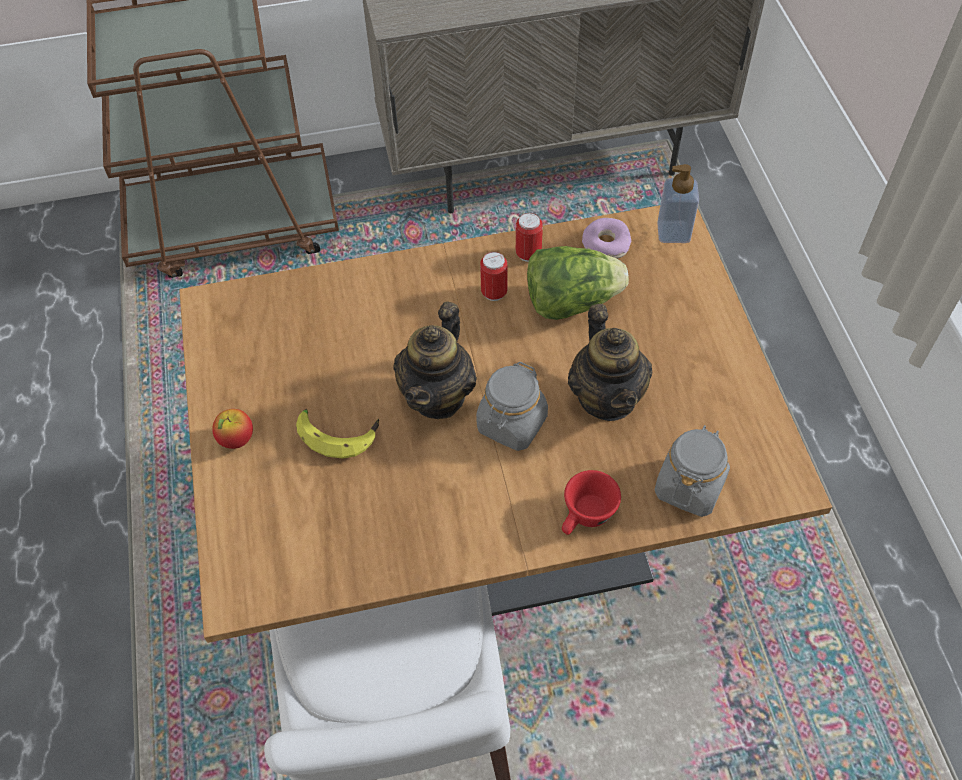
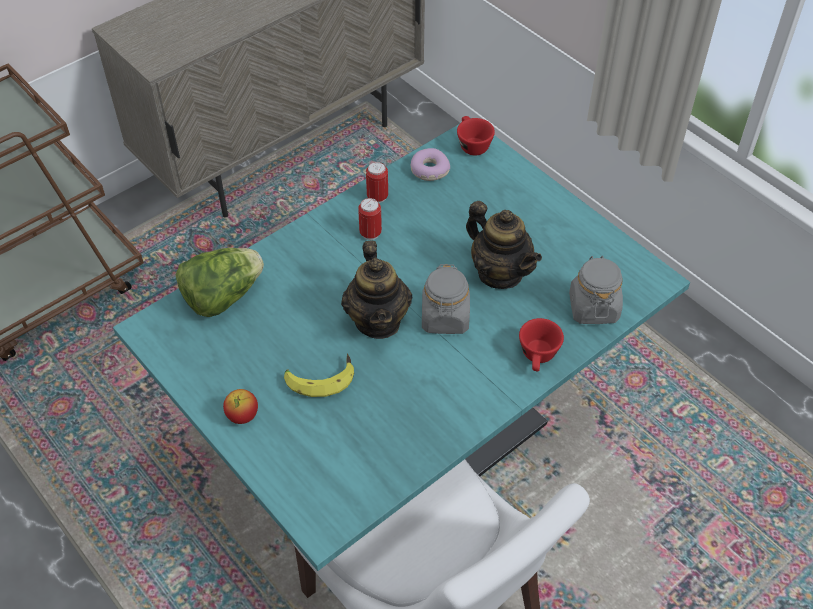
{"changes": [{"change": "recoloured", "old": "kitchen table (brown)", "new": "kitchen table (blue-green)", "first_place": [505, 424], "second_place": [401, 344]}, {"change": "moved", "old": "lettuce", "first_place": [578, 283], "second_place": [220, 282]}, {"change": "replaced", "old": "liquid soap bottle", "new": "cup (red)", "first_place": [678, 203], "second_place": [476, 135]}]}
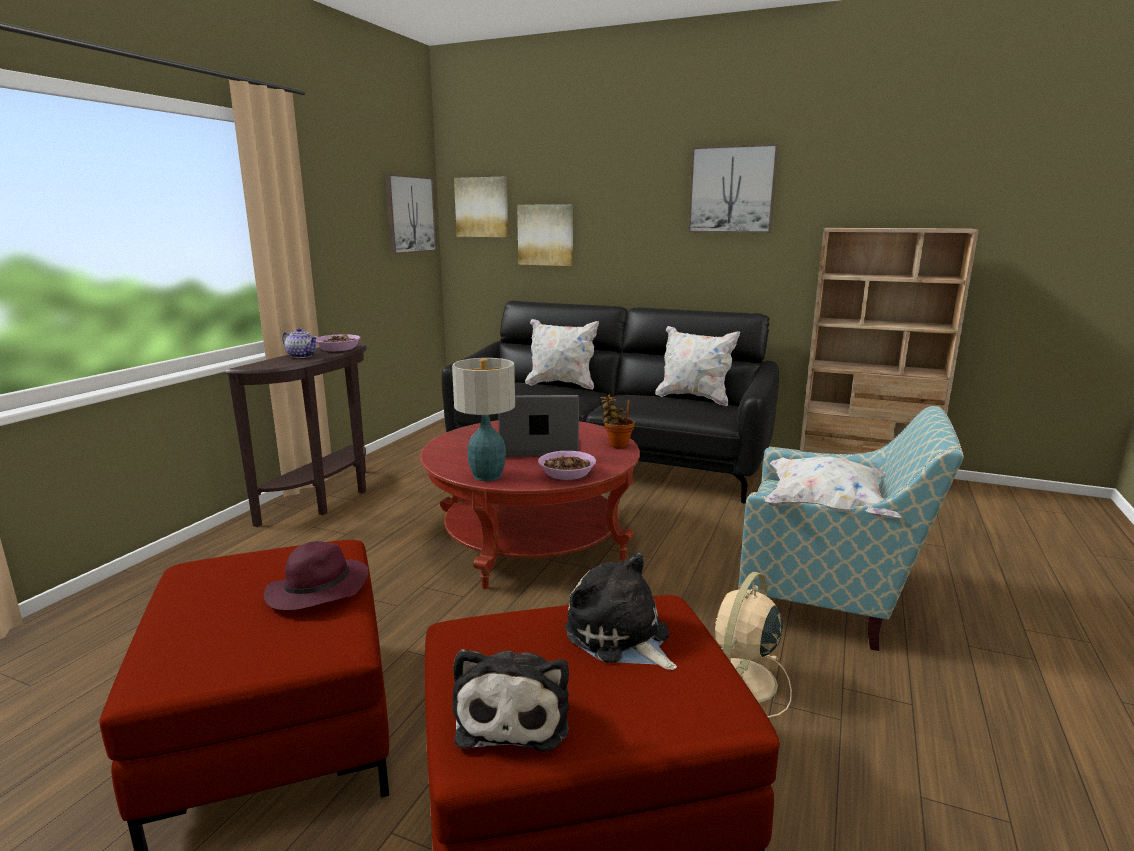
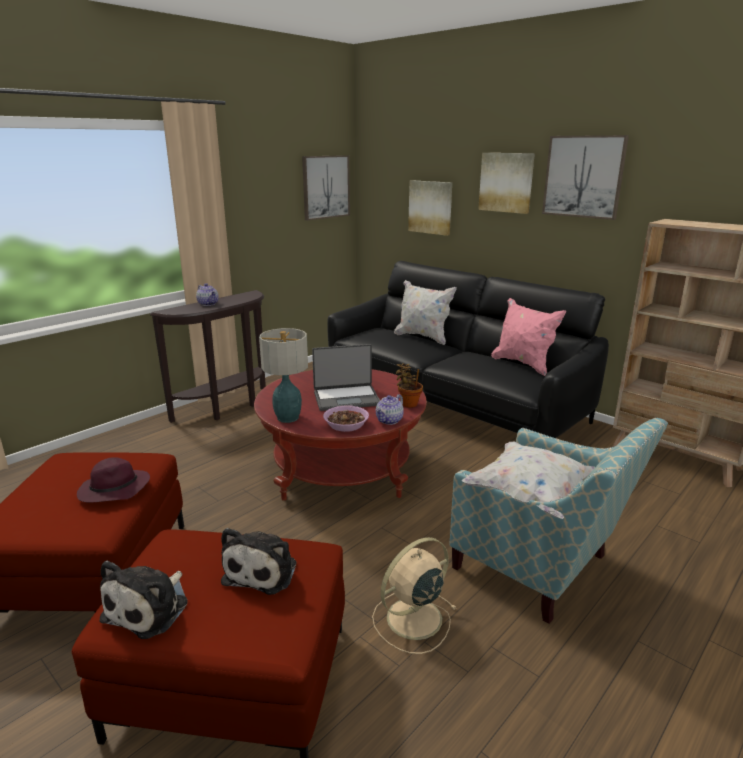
{"changes": [{"change": "removed", "old": "serving bowl", "first_place": [338, 343]}, {"change": "moved", "old": "wall art", "first_place": [481, 207], "second_place": [506, 183]}, {"change": "turned", "old": "portable computer", "first_place": [538, 426], "second_place": [346, 377], "degrees": 150}, {"change": "turned", "old": "soft toy", "first_place": [621, 611], "second_place": [258, 561], "degrees": -150}, {"change": "recoloured", "old": "pillow (white-coloured)", "new": "pillow (pink)", "first_place": [697, 366], "second_place": [528, 337]}, {"change": "added", "new": "teapot", "second_place": [390, 409]}]}
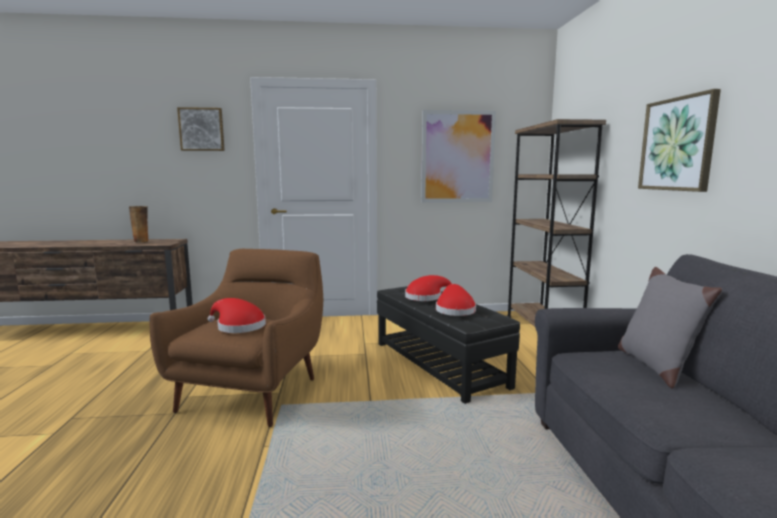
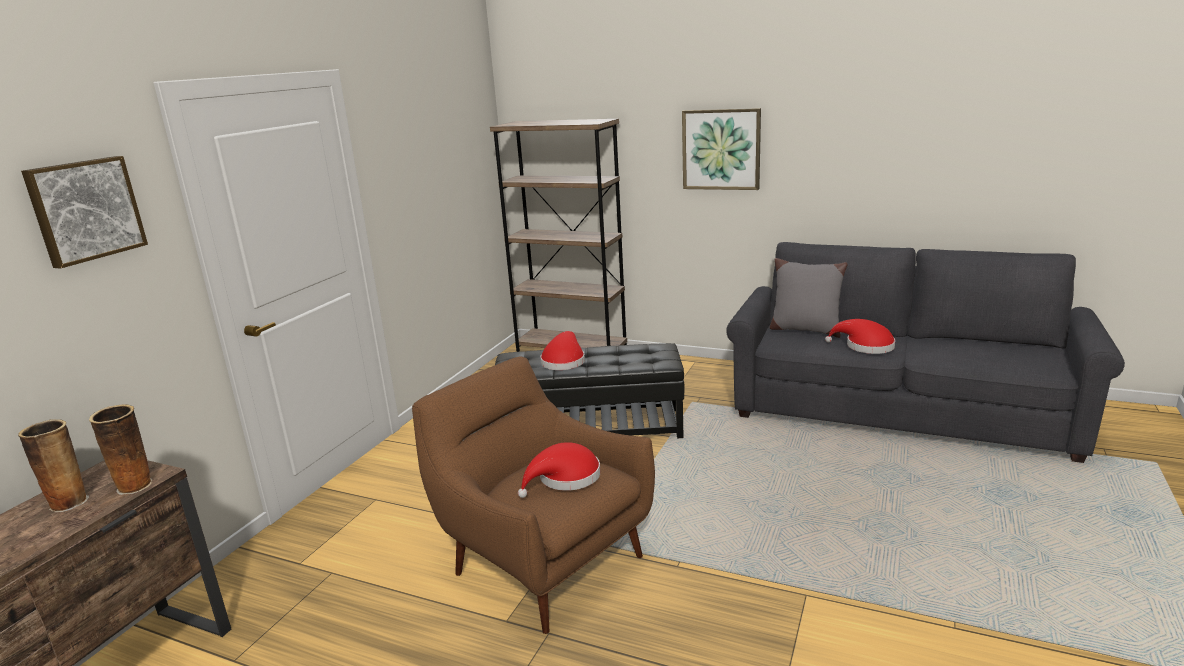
{"changes": [{"change": "removed", "old": "wall art", "first_place": [458, 156]}, {"change": "moved", "old": "hat (red)", "first_place": [456, 300], "second_place": [860, 336]}, {"change": "added", "new": "flower vase", "second_place": [120, 449]}]}
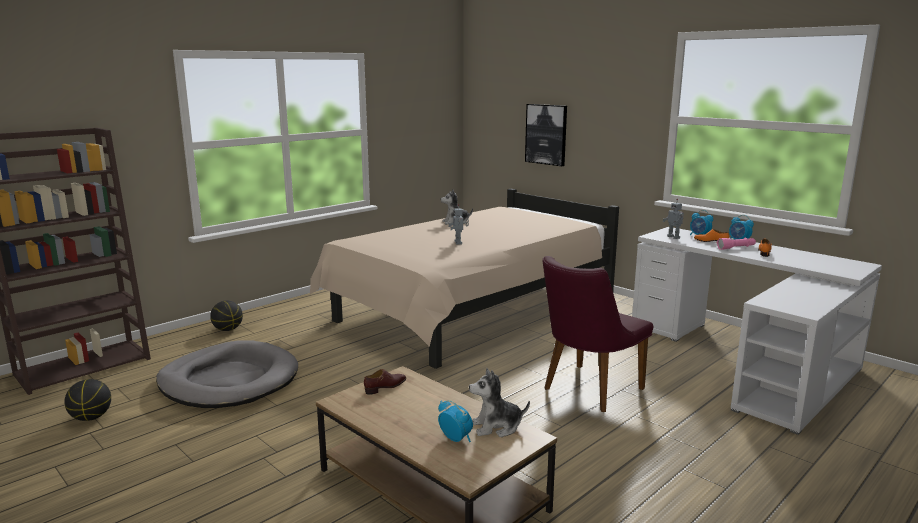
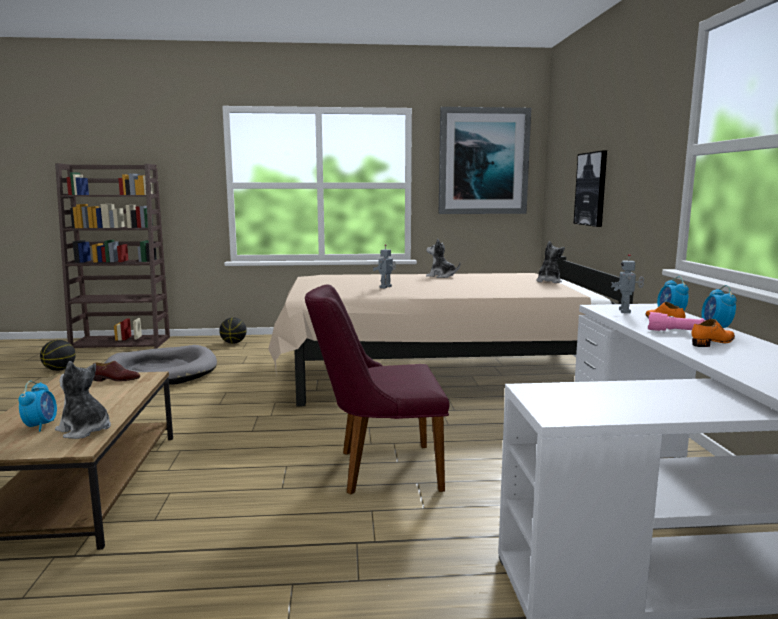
{"changes": [{"change": "added", "new": "wall art", "second_place": [485, 160]}, {"change": "added", "new": "soft toy", "second_place": [550, 262]}]}
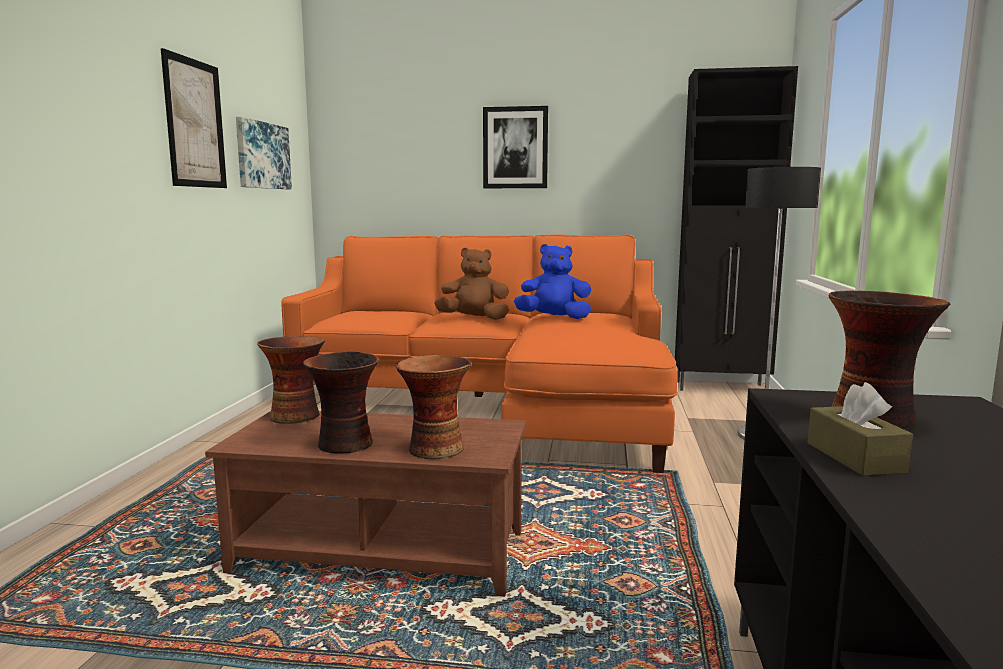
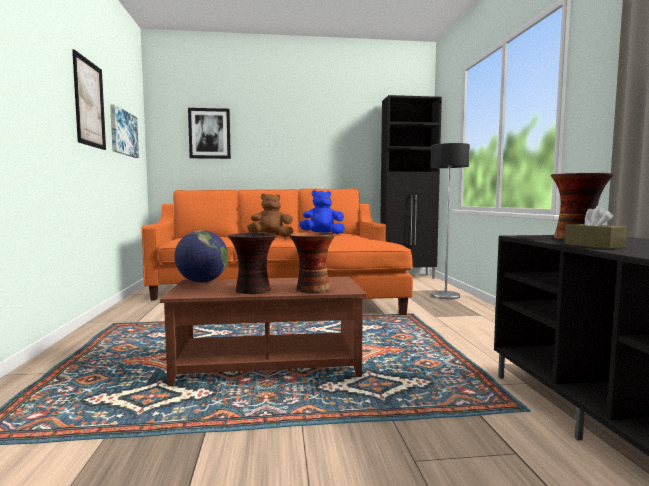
{"changes": [{"change": "replaced", "old": "flower vase", "new": "desk globe", "first_place": [291, 380], "second_place": [201, 256]}, {"change": "moved", "old": "wall art", "first_place": [515, 147], "second_place": [209, 133]}]}
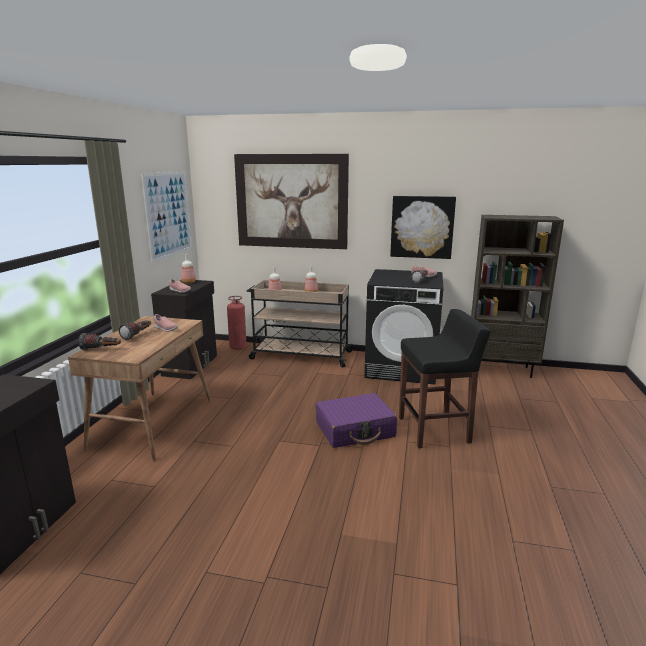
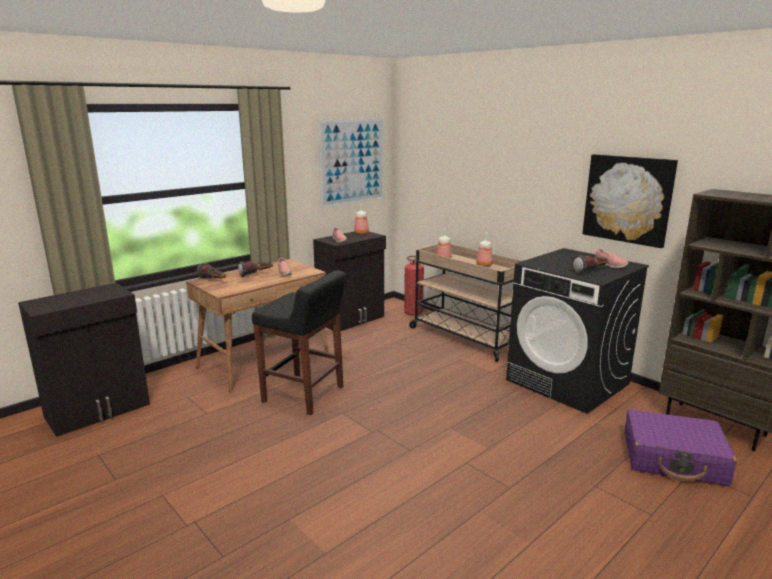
{"changes": [{"change": "removed", "old": "wall art", "first_place": [291, 201]}, {"change": "moved", "old": "travel case (purplish)", "first_place": [356, 420], "second_place": [680, 447]}, {"change": "moved", "old": "stool (blackish)", "first_place": [445, 378], "second_place": [299, 342]}]}
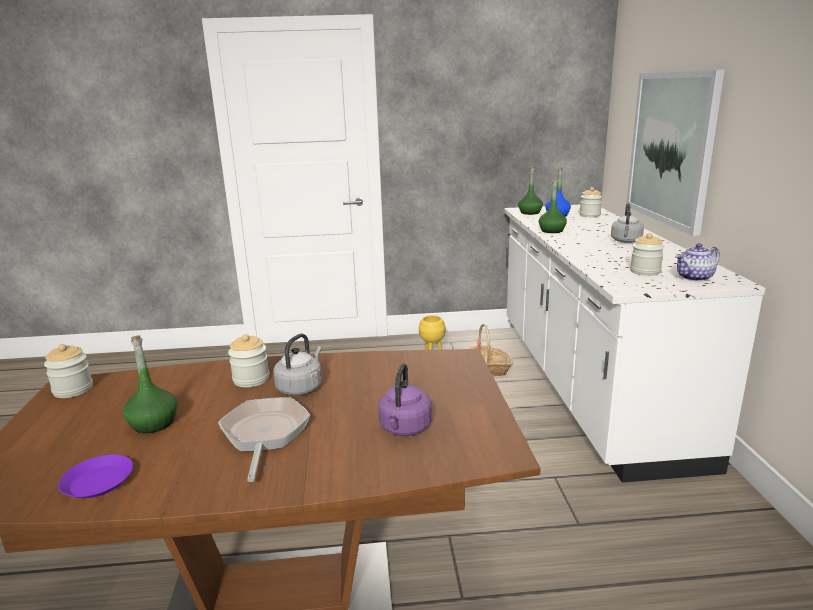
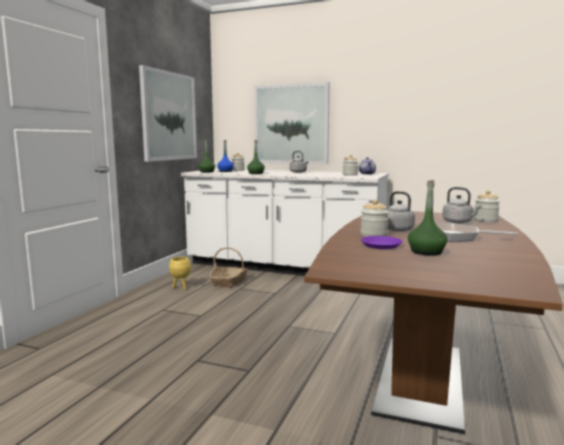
{"changes": [{"change": "moved", "old": "jar", "first_place": [68, 371], "second_place": [487, 206]}, {"change": "moved", "old": "dinner plate (purplish)", "first_place": [95, 476], "second_place": [382, 242]}, {"change": "recoloured", "old": "kettle (purplish)", "new": "kettle (greyish)", "first_place": [405, 399], "second_place": [462, 205]}, {"change": "added", "new": "wall art", "second_place": [168, 113]}]}
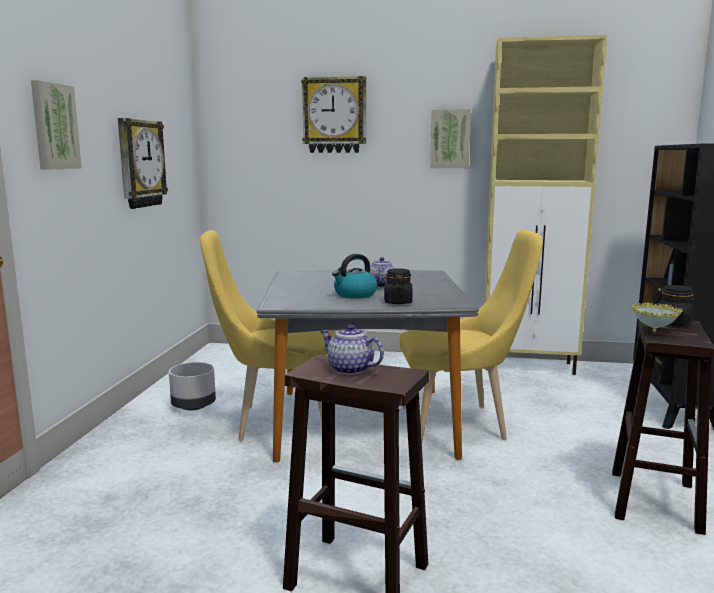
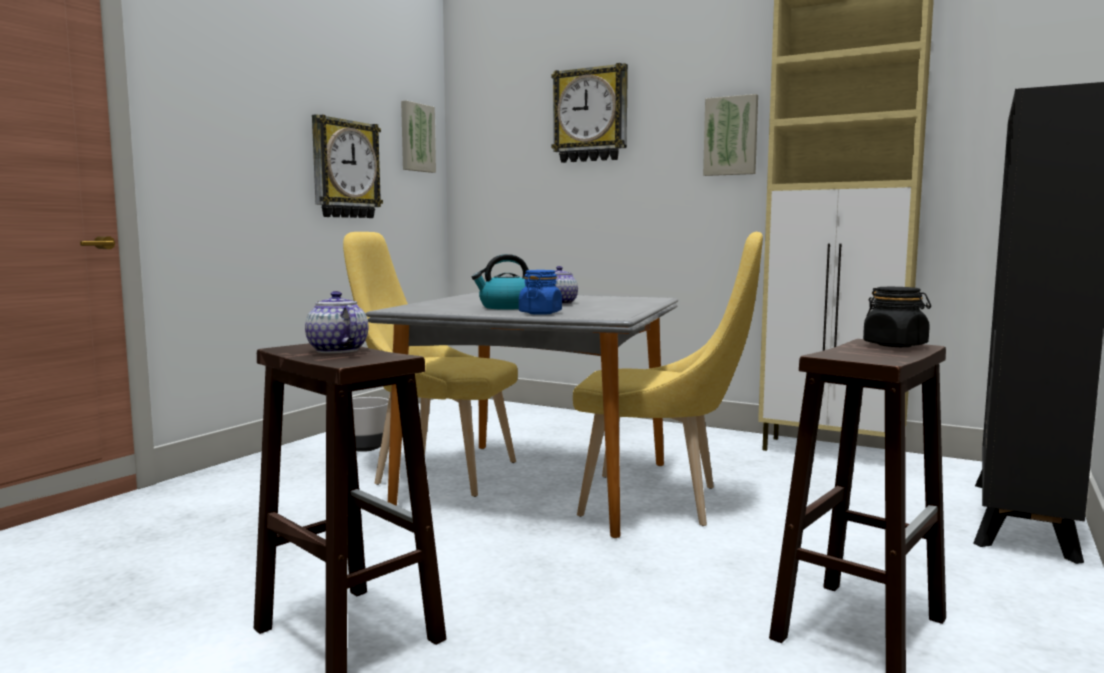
{"changes": [{"change": "moved", "old": "wall art", "first_place": [56, 125], "second_place": [418, 136]}, {"change": "recoloured", "old": "jar (blackish)", "new": "jar (bluish)", "first_place": [398, 286], "second_place": [540, 292]}, {"change": "removed", "old": "serving bowl", "first_place": [657, 317]}]}
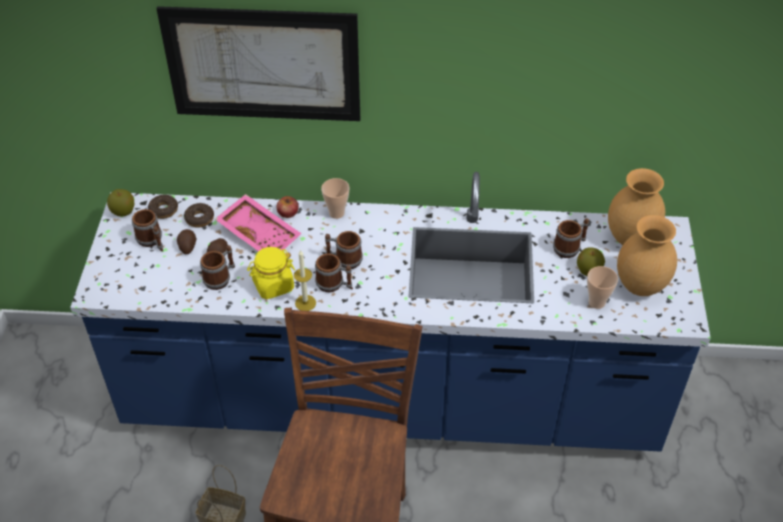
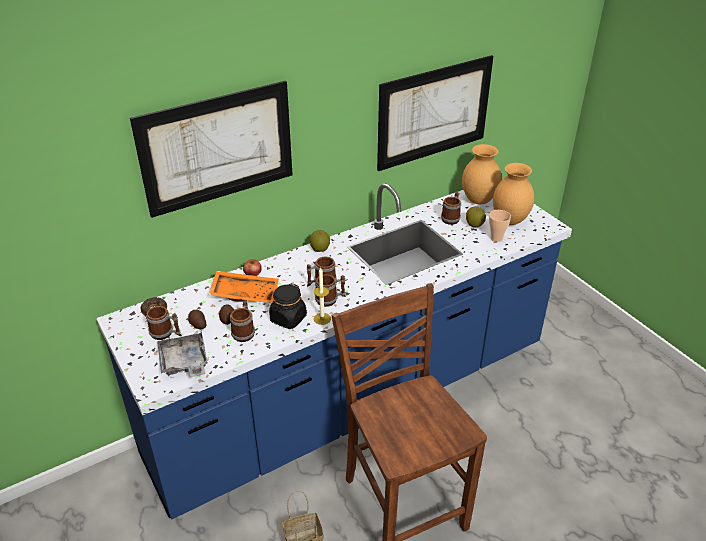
{"changes": [{"change": "moved", "old": "apple", "first_place": [121, 202], "second_place": [320, 241]}, {"change": "removed", "old": "donut", "first_place": [199, 215]}, {"change": "recoloured", "old": "carrying tray (pink)", "new": "carrying tray (orange-coloured)", "first_place": [258, 222], "second_place": [244, 287]}, {"change": "recoloured", "old": "jar (yellow)", "new": "jar (blackish)", "first_place": [271, 273], "second_place": [288, 306]}, {"change": "removed", "old": "cup", "first_place": [335, 198]}, {"change": "added", "new": "carrying tray (greyish)", "second_place": [182, 354]}, {"change": "added", "new": "wall art", "second_place": [435, 113]}]}
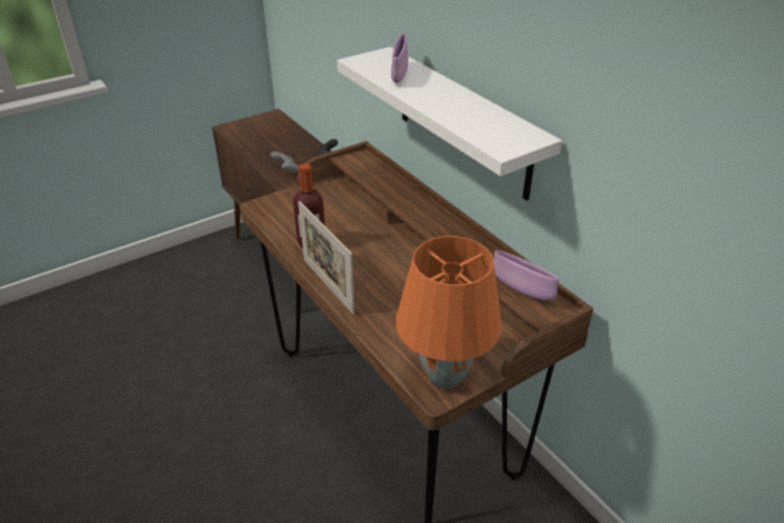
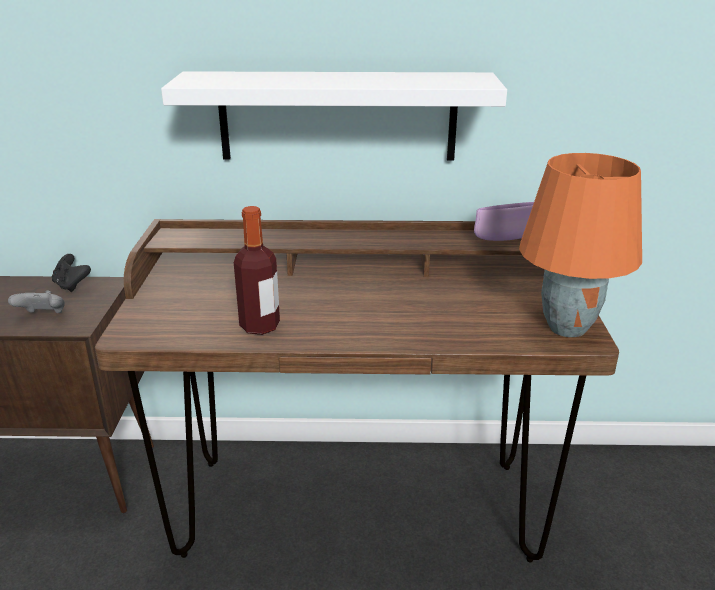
{"changes": [{"change": "removed", "old": "picture frame", "first_place": [326, 258]}, {"change": "removed", "old": "serving bowl (purplish)", "first_place": [399, 58]}]}
